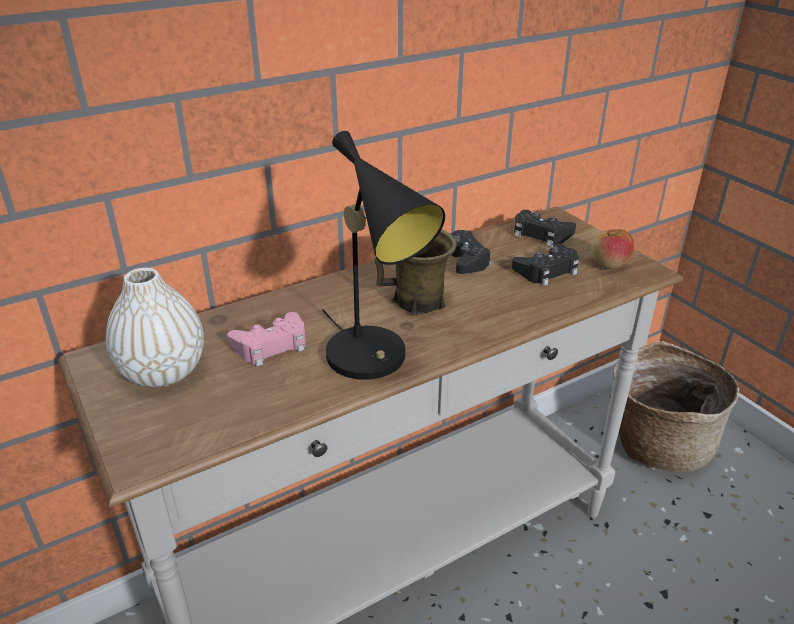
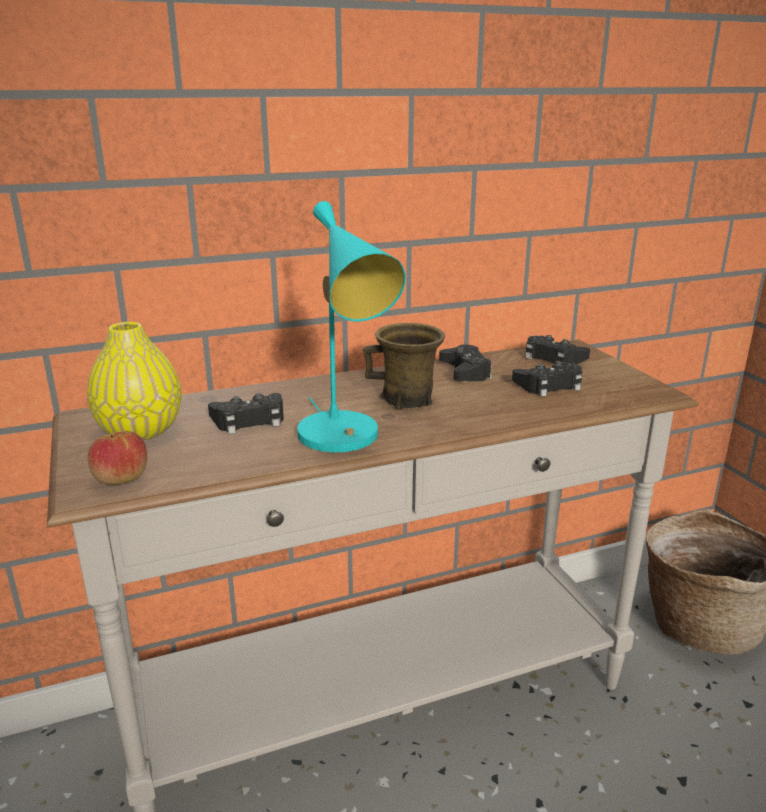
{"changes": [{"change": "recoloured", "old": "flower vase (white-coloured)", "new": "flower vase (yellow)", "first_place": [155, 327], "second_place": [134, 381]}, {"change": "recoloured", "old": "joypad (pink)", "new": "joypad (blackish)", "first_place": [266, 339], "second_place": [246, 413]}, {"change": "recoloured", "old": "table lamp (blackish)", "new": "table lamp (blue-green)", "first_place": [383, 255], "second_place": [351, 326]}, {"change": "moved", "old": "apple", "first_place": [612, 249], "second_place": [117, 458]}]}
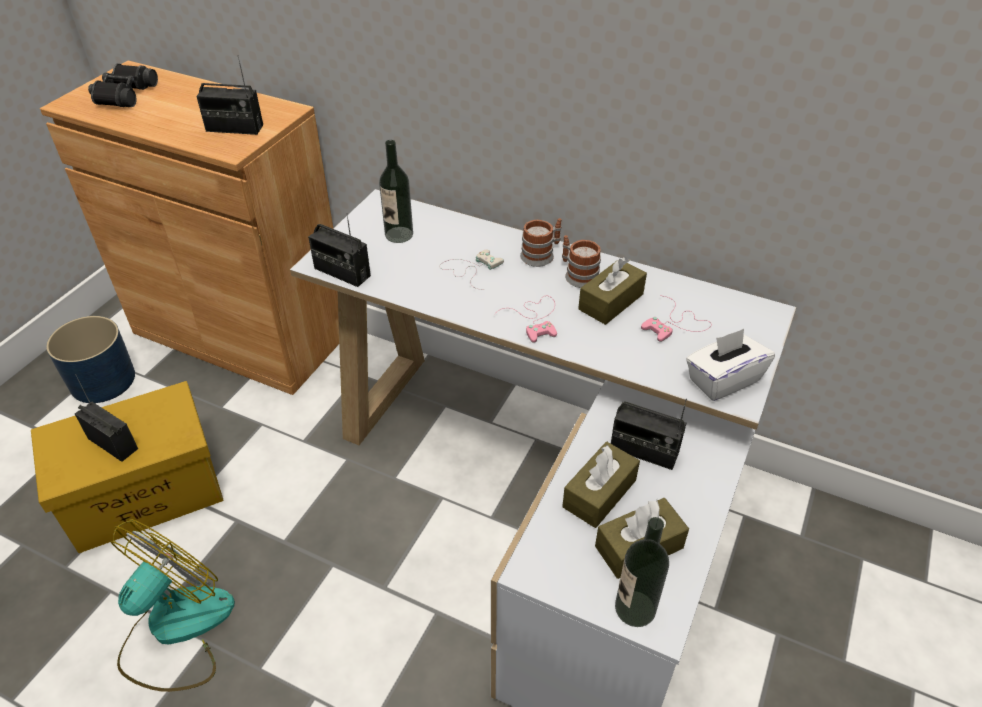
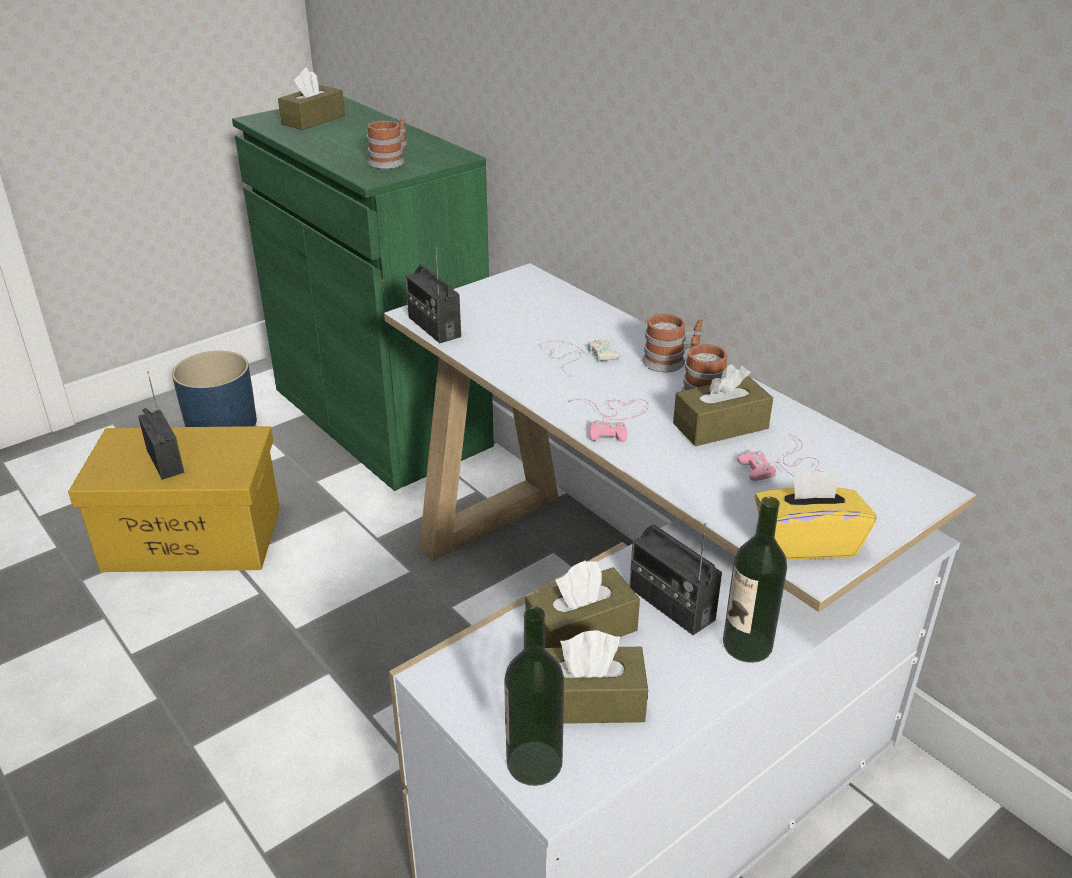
{"changes": [{"change": "recoloured", "old": "storage cabinet (brown)", "new": "storage cabinet (greenish)", "first_place": [189, 227], "second_place": [363, 293]}, {"change": "replaced", "old": "field glasses (blackish)", "new": "tissue holder (brown)", "first_place": [123, 85], "second_place": [311, 99]}, {"change": "removed", "old": "fan", "first_place": [173, 605]}, {"change": "replaced", "old": "radio", "new": "mug", "first_place": [229, 95], "second_place": [387, 143]}, {"change": "moved", "old": "bottle", "first_place": [396, 191], "second_place": [755, 580]}, {"change": "recoloured", "old": "tissue holder (white-coloured)", "new": "tissue holder (yellow)", "first_place": [730, 365], "second_place": [816, 515]}]}
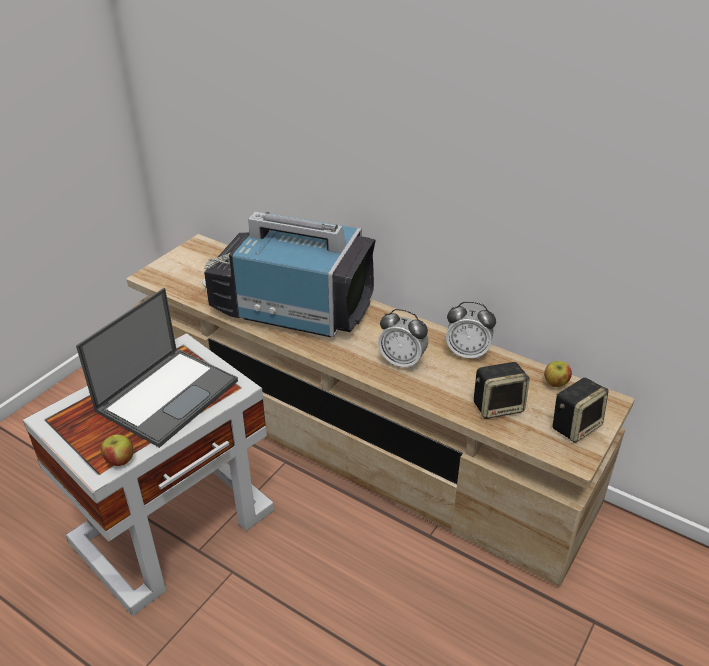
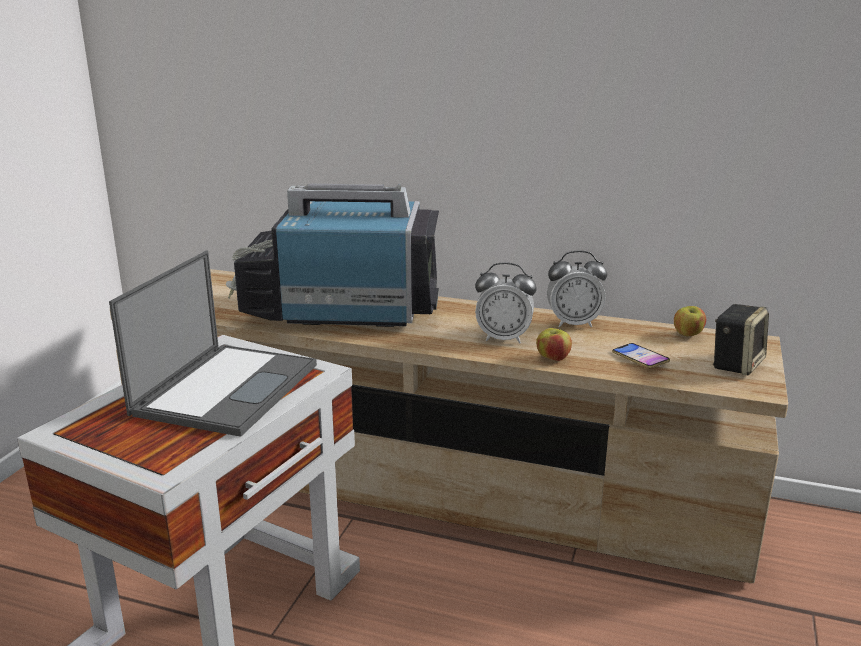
{"changes": [{"change": "moved", "old": "apple", "first_place": [117, 450], "second_place": [554, 344]}, {"change": "replaced", "old": "loudspeaker", "new": "handset", "first_place": [502, 390], "second_place": [641, 355]}]}
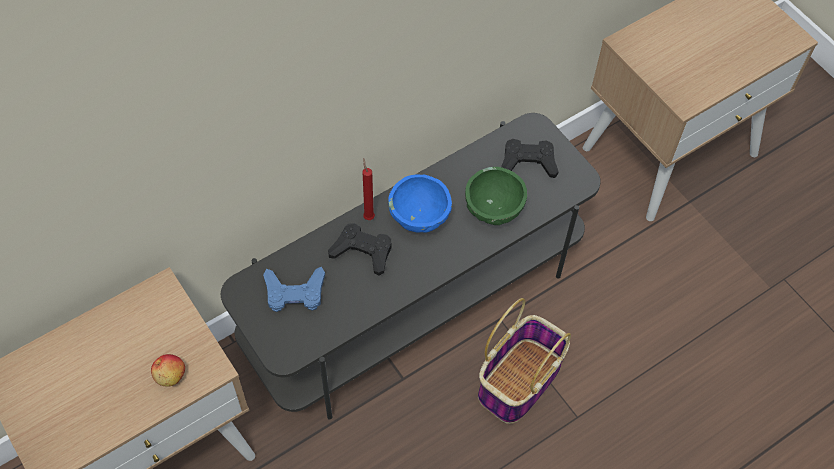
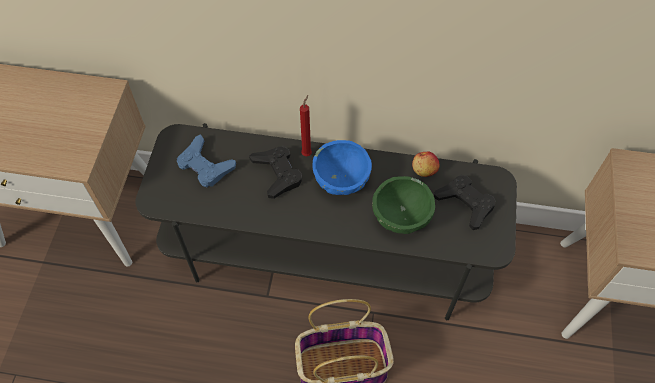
{"changes": [{"change": "moved", "old": "apple", "first_place": [168, 370], "second_place": [425, 164]}]}
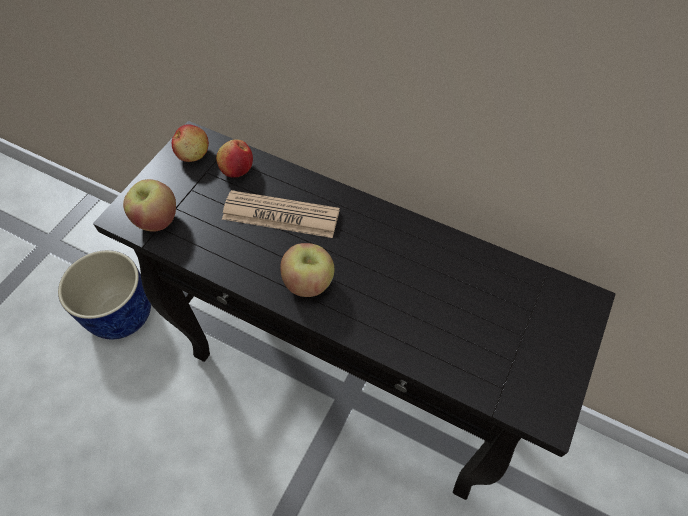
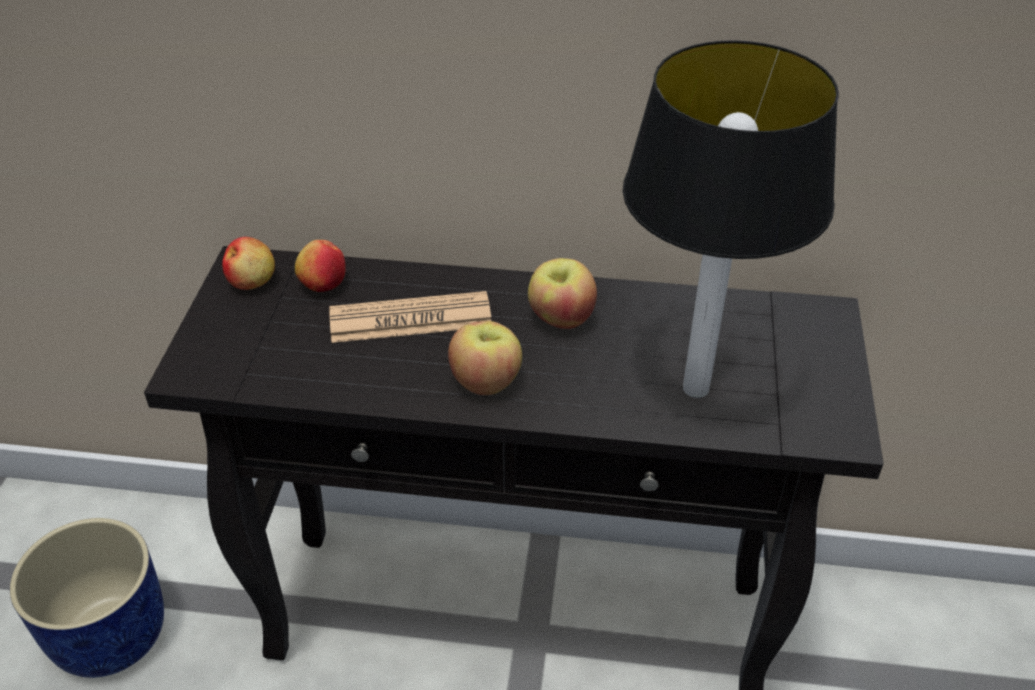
{"changes": [{"change": "moved", "old": "apple", "first_place": [149, 205], "second_place": [562, 293]}, {"change": "added", "new": "table lamp", "second_place": [731, 219]}]}
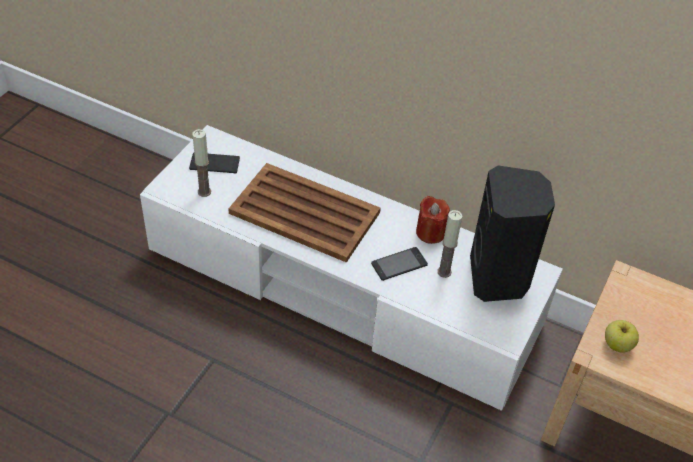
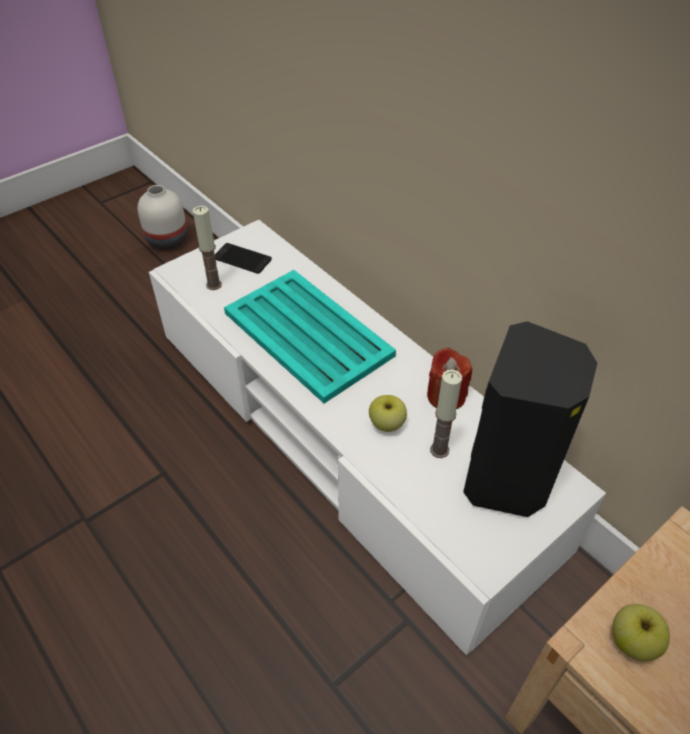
{"changes": [{"change": "recoloured", "old": "carrying tray (brown)", "new": "carrying tray (blue-green)", "first_place": [304, 213], "second_place": [310, 337]}, {"change": "replaced", "old": "handset", "new": "apple", "first_place": [399, 264], "second_place": [388, 413]}, {"change": "added", "new": "flower vase (white-coloured)", "second_place": [162, 217]}]}
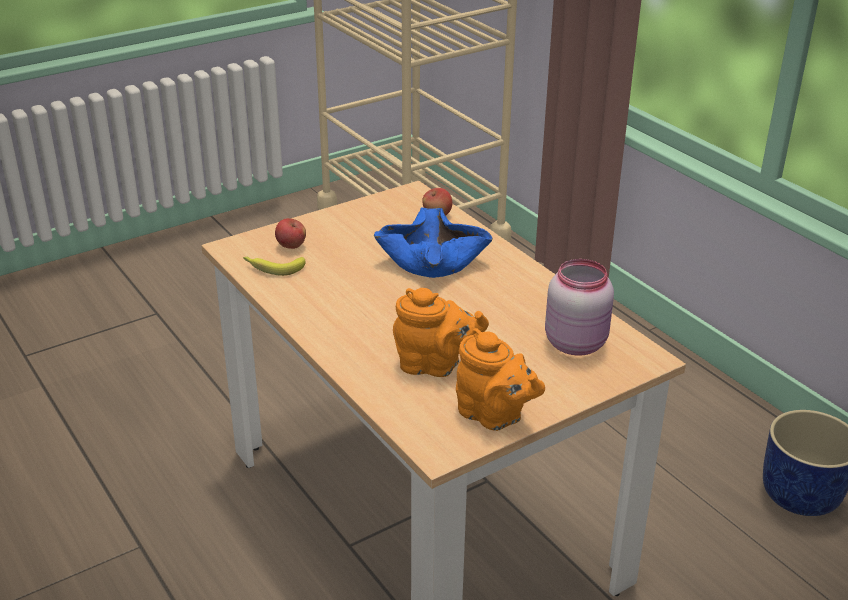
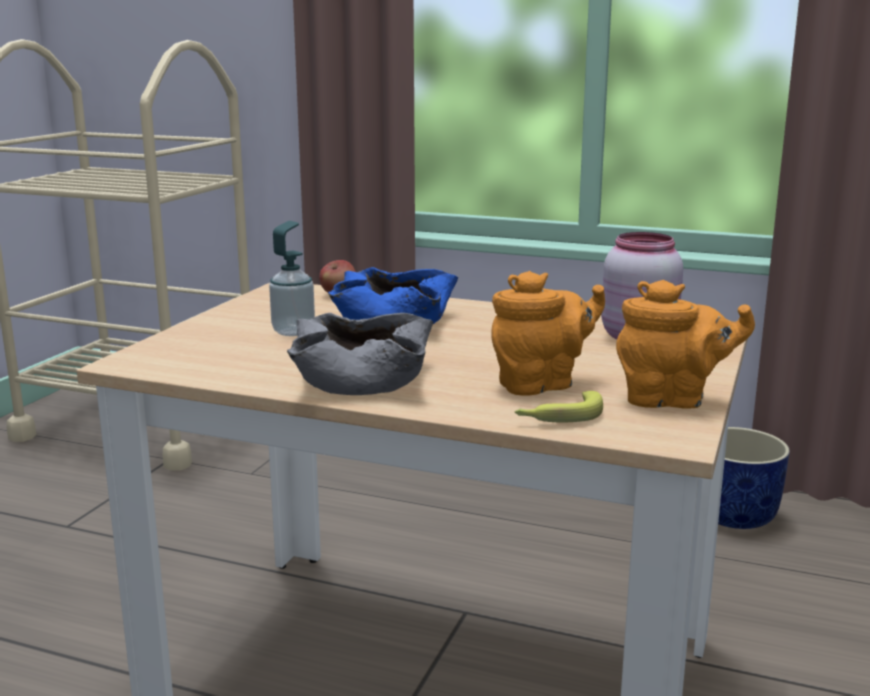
{"changes": [{"change": "moved", "old": "banana", "first_place": [274, 266], "second_place": [559, 406]}, {"change": "removed", "old": "apple", "first_place": [290, 233]}, {"change": "added", "new": "liquid soap bottle", "second_place": [292, 278]}, {"change": "added", "new": "serving bowl (greyish)", "second_place": [360, 354]}]}
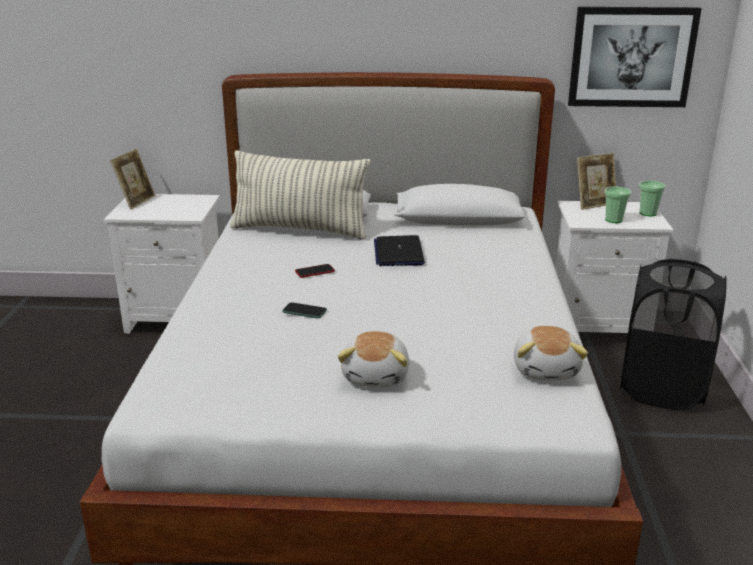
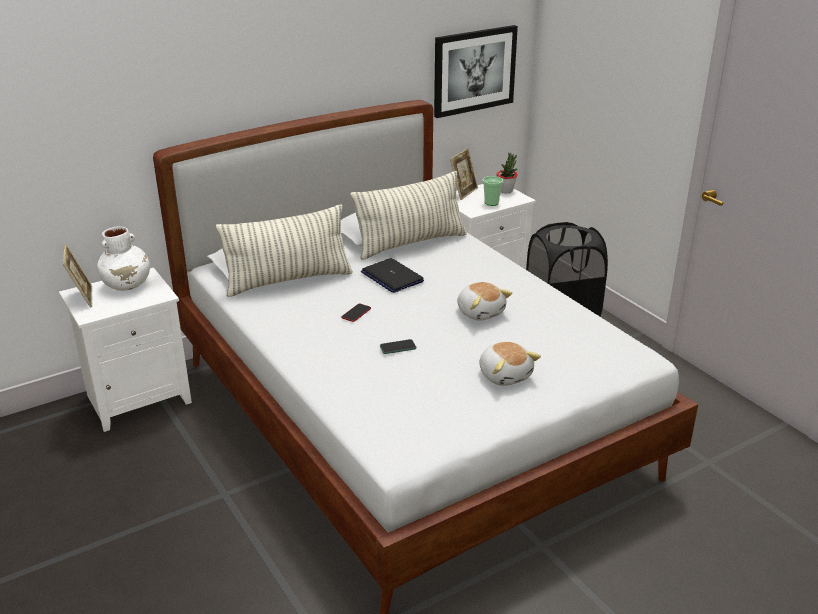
{"changes": [{"change": "moved", "old": "soft toy", "first_place": [551, 353], "second_place": [484, 301]}, {"change": "replaced", "old": "cup", "new": "houseplant", "first_place": [652, 198], "second_place": [507, 173]}, {"change": "added", "new": "flower vase (white-coloured)", "second_place": [123, 259]}, {"change": "added", "new": "pillow", "second_place": [408, 215]}]}
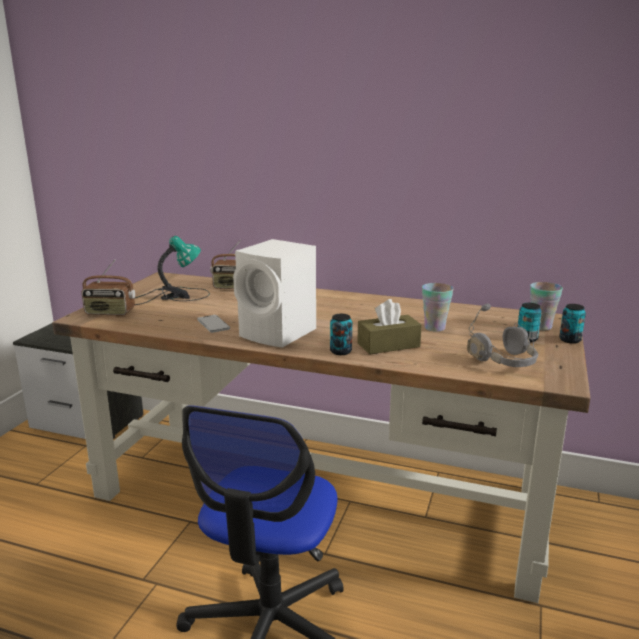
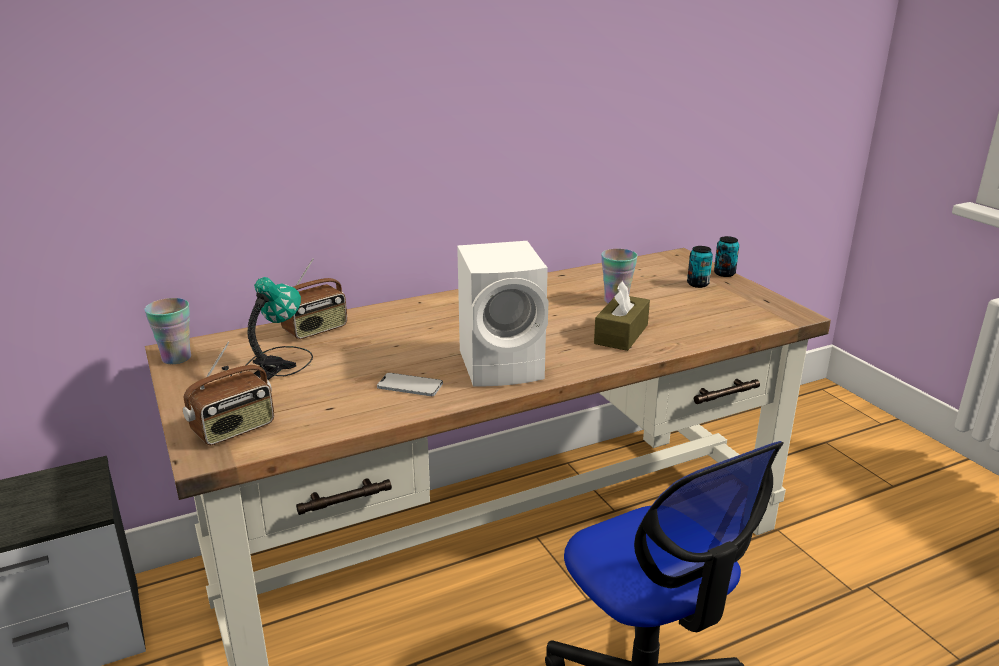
{"changes": [{"change": "removed", "old": "metal can", "first_place": [341, 334]}, {"change": "removed", "old": "pair of headphones (greyish)", "first_place": [502, 335]}, {"change": "moved", "old": "cup", "first_place": [546, 306], "second_place": [167, 331]}]}
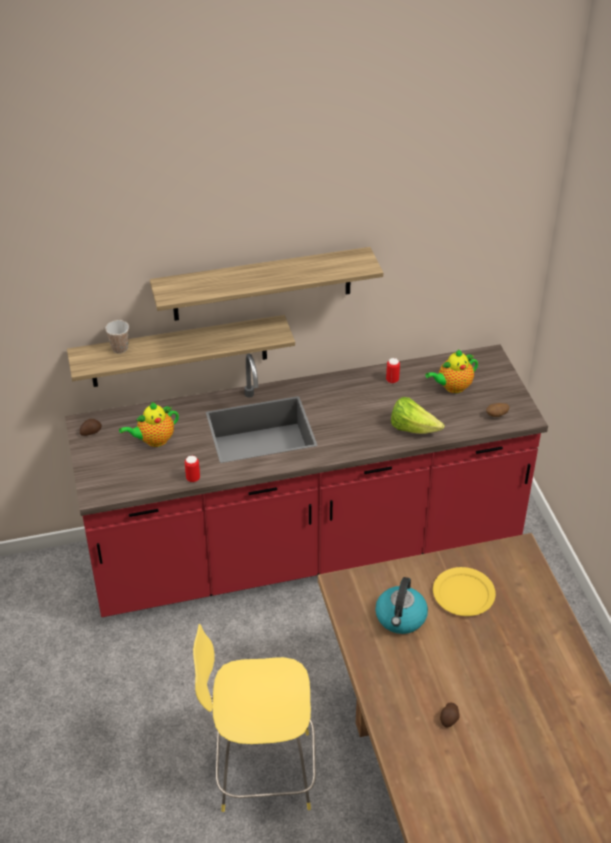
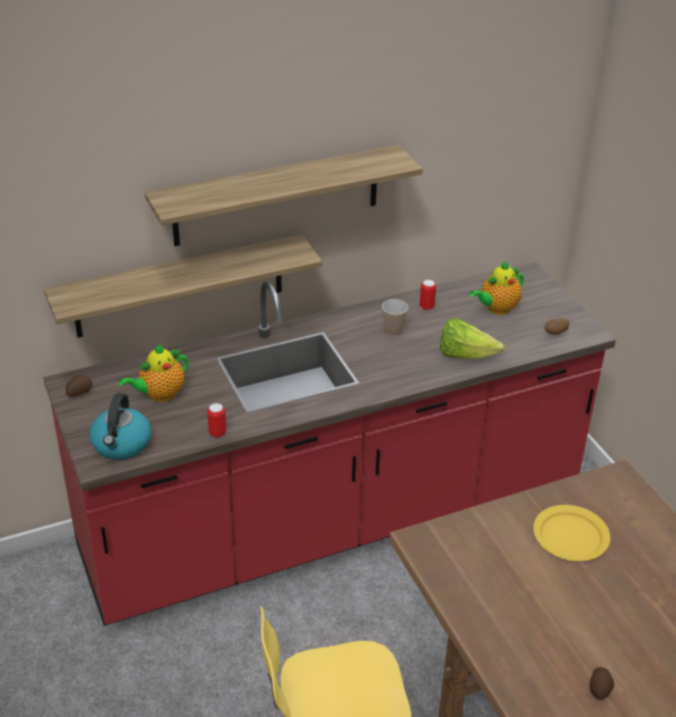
{"changes": [{"change": "moved", "old": "cup", "first_place": [117, 337], "second_place": [395, 317]}, {"change": "moved", "old": "kettle", "first_place": [401, 605], "second_place": [120, 426]}]}
